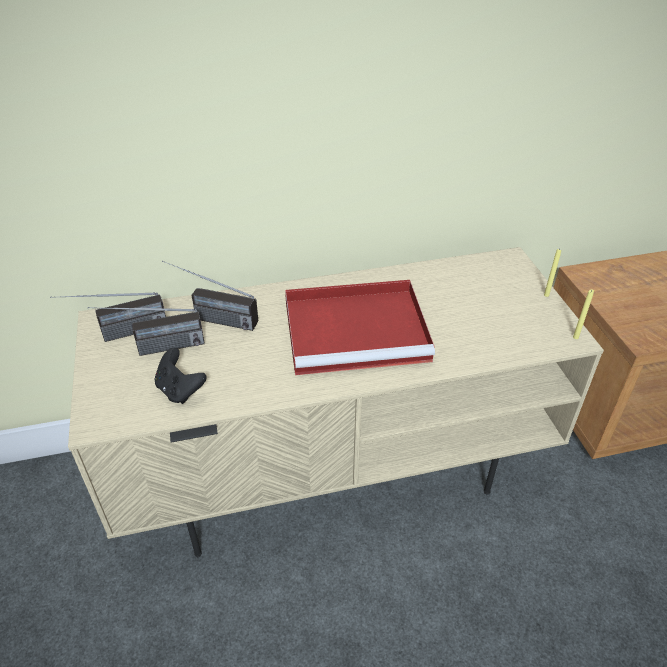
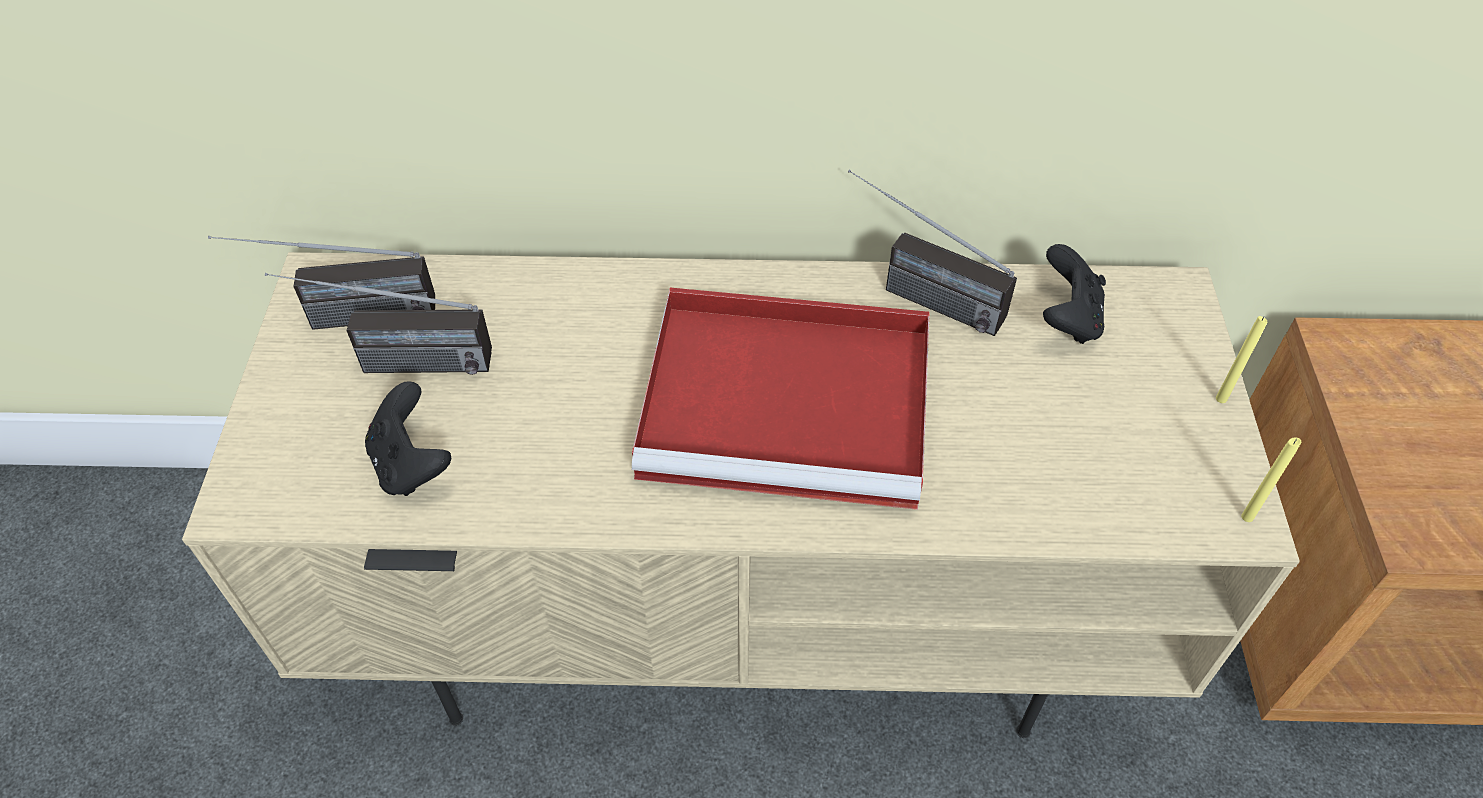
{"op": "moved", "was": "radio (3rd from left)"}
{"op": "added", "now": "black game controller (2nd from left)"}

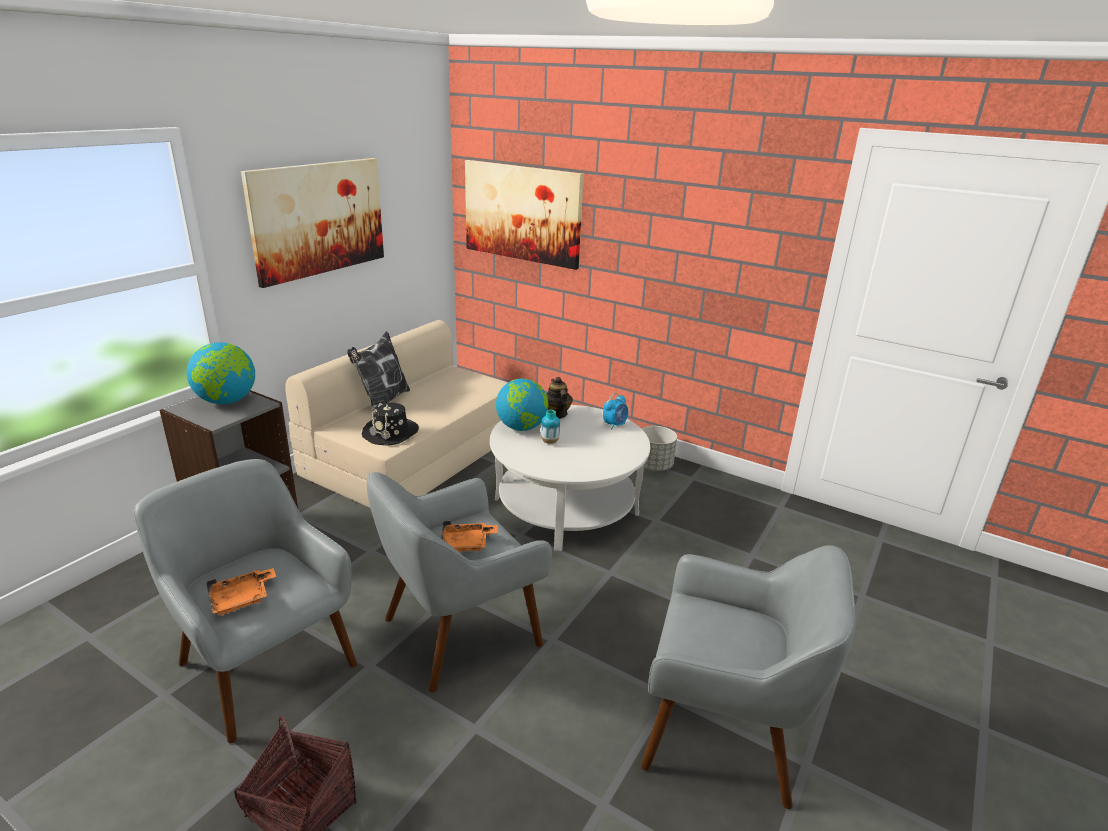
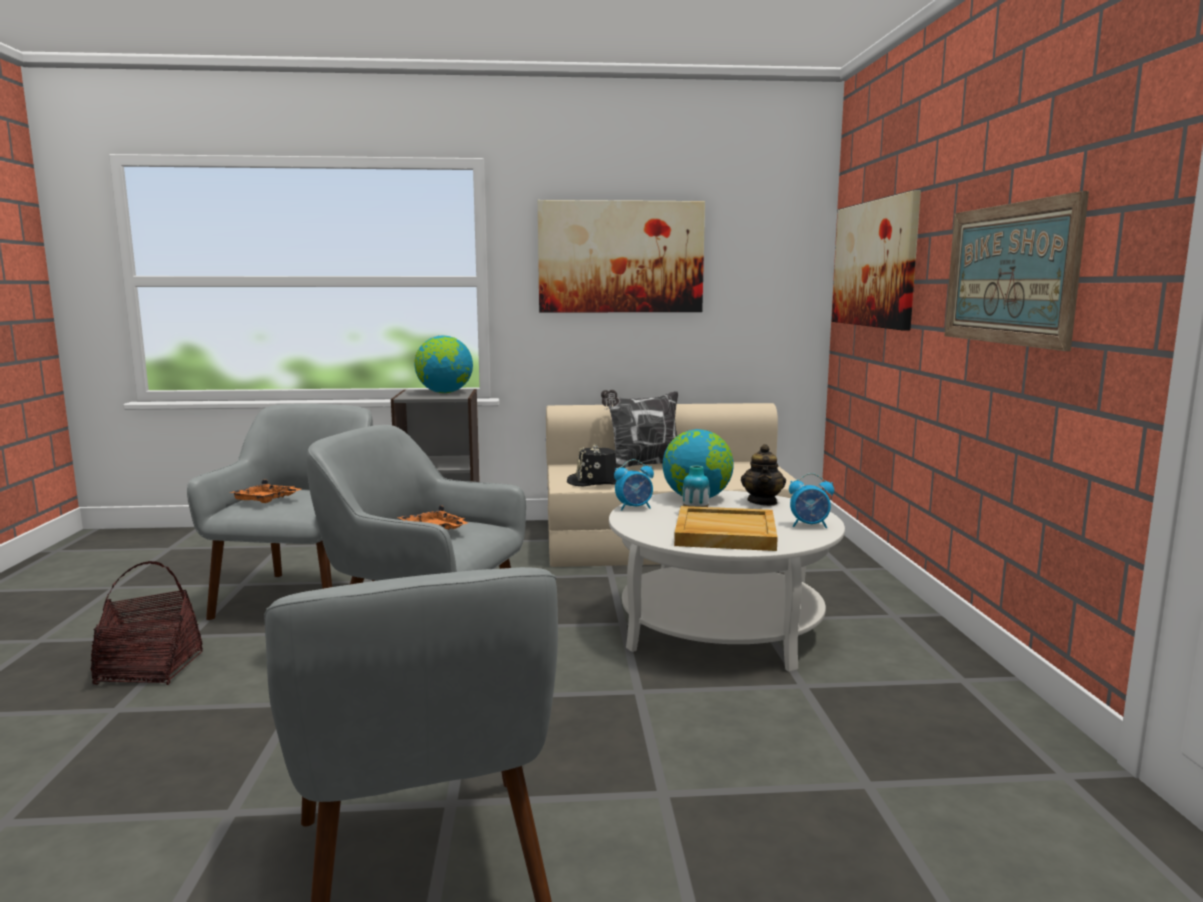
{"op": "turned", "was": "teapot", "clockwise": 150}
{"op": "removed", "was": "grey planter"}
{"op": "added", "now": "alarm clock (1st from left)"}
{"op": "added", "now": "beige tray"}
{"op": "added", "now": "picture (3rd from left)"}

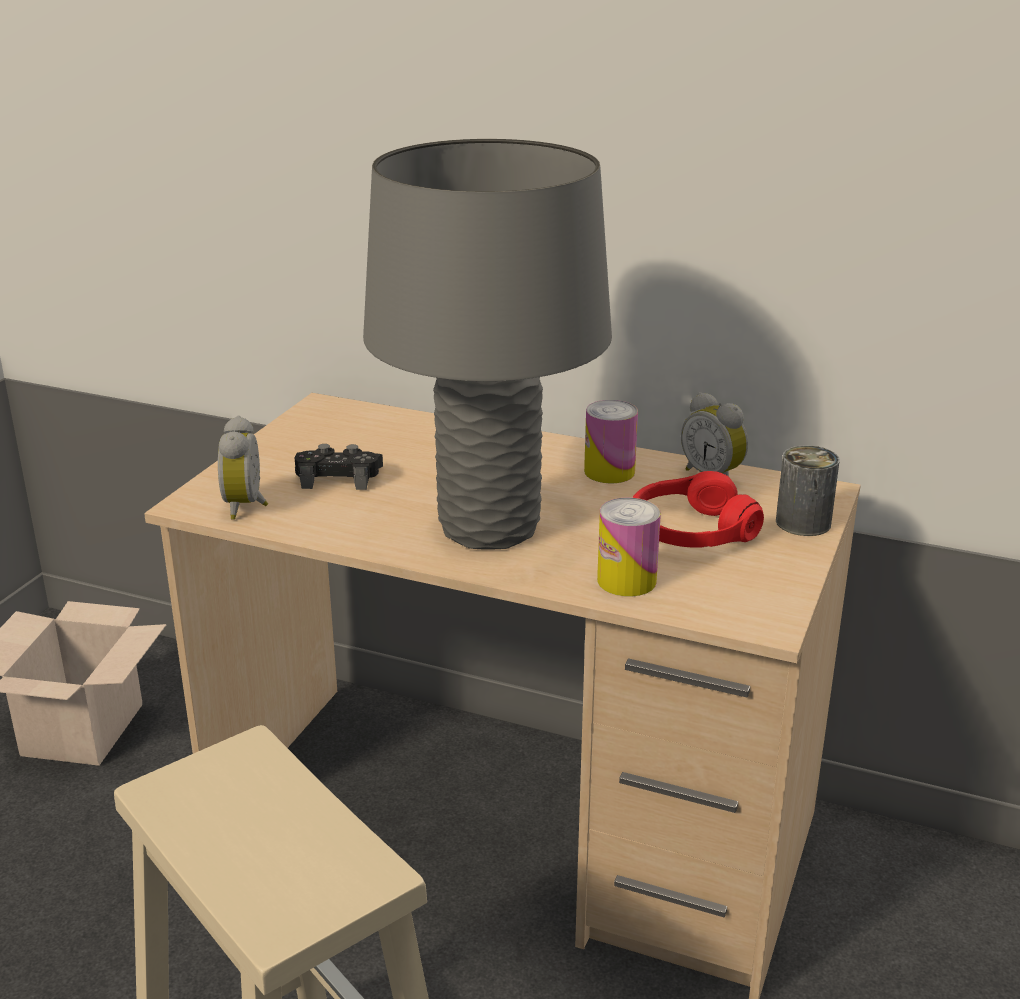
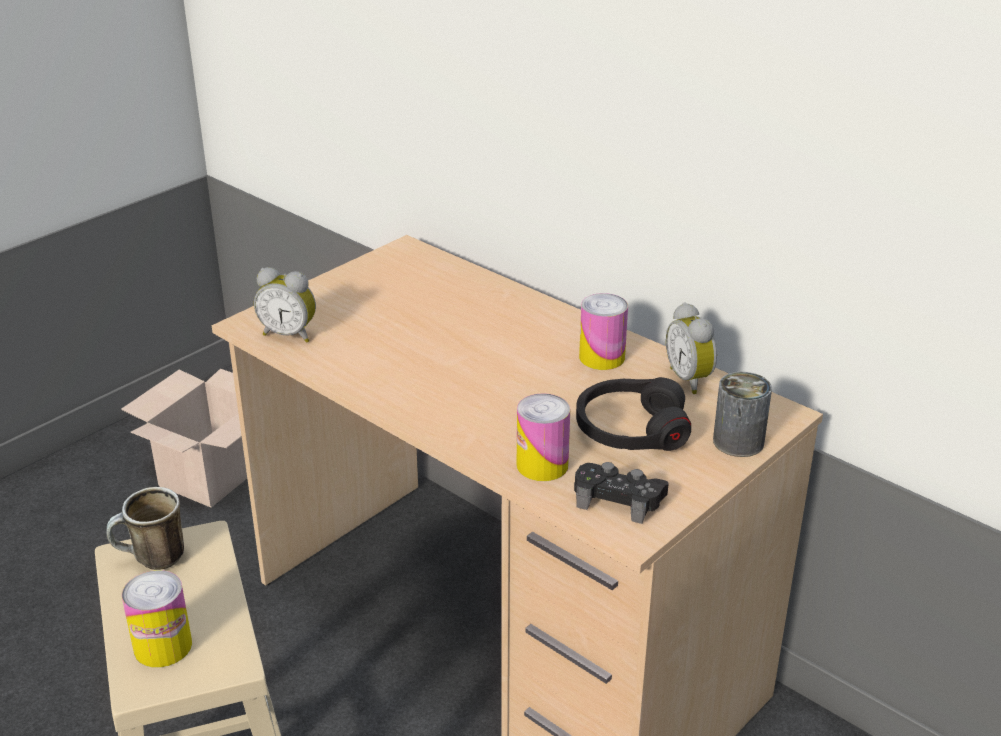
{"op": "turned", "was": "alarm clock (1st from left)", "clockwise": -90}
{"op": "moved", "was": "black game controller"}
{"op": "removed", "was": "grey table lamp"}
{"op": "recoloured", "was": "red headphones", "now": "black headphones"}
{"op": "added", "now": "mug"}
{"op": "added", "now": "can (1st from left)"}

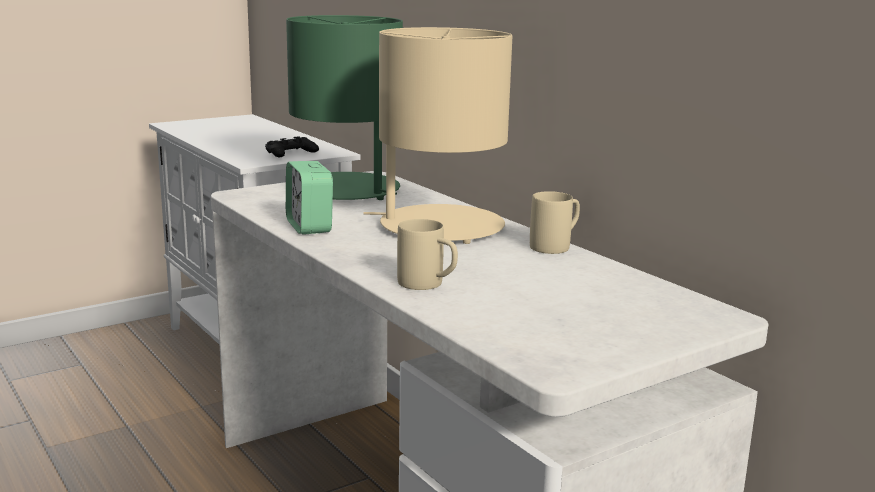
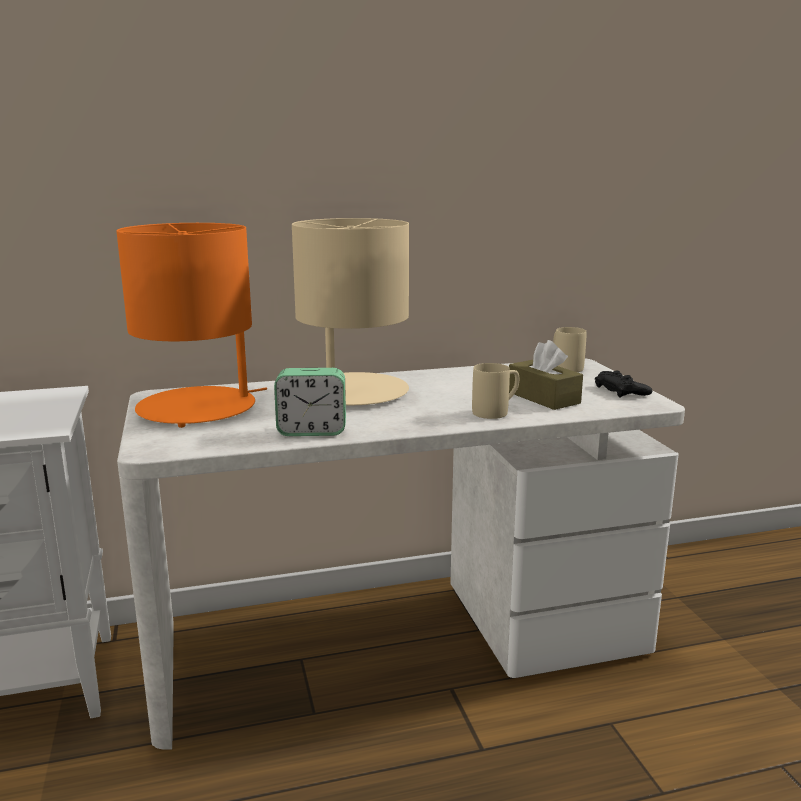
{"op": "moved", "was": "black game controller"}
{"op": "recoloured", "was": "green table lamp", "now": "orange table lamp"}
{"op": "moved", "was": "beige mug (2nd from left)"}
{"op": "added", "now": "brown tissue box"}

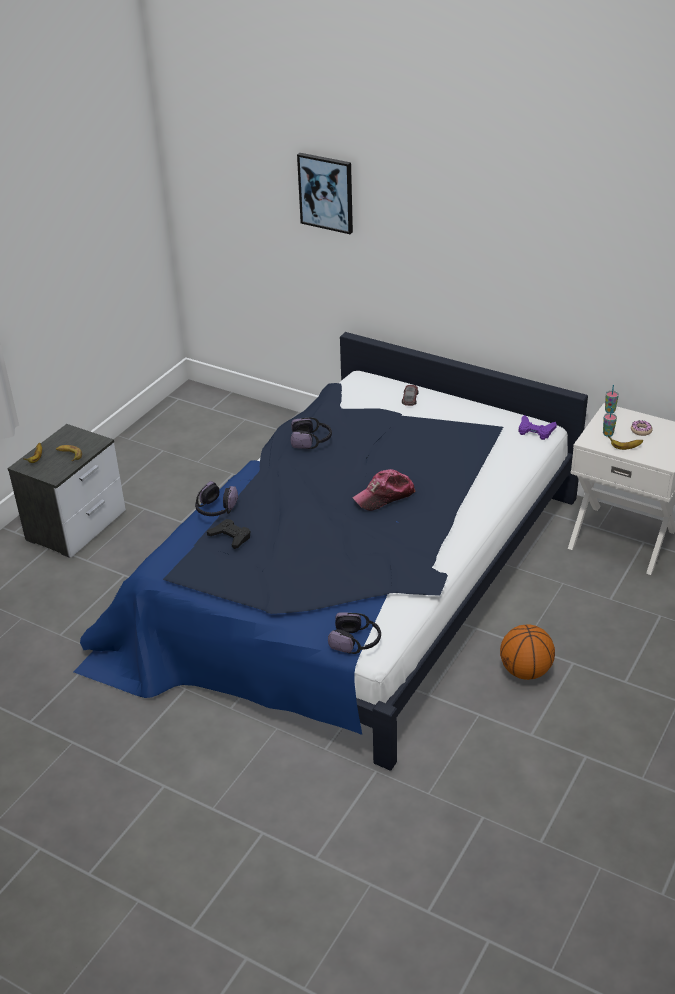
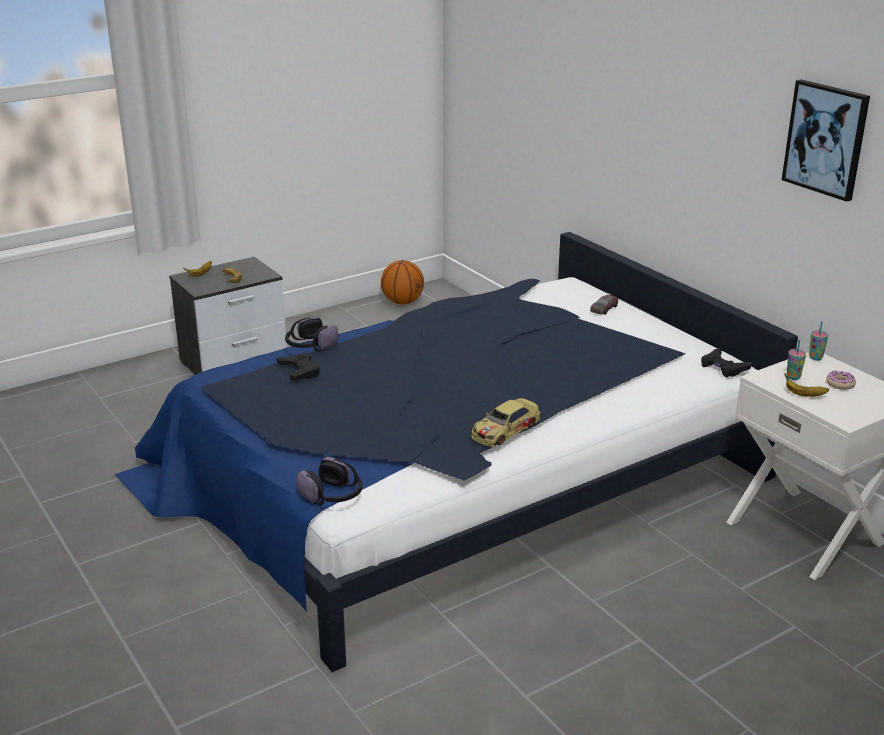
{"op": "removed", "was": "headphones (2nd from left)"}
{"op": "moved", "was": "picture"}
{"op": "removed", "was": "cap"}
{"op": "moved", "was": "basketball"}
{"op": "recoloured", "was": "purple game controller", "now": "black game controller (2nd from left)"}
{"op": "added", "now": "toy car (1st from left)"}

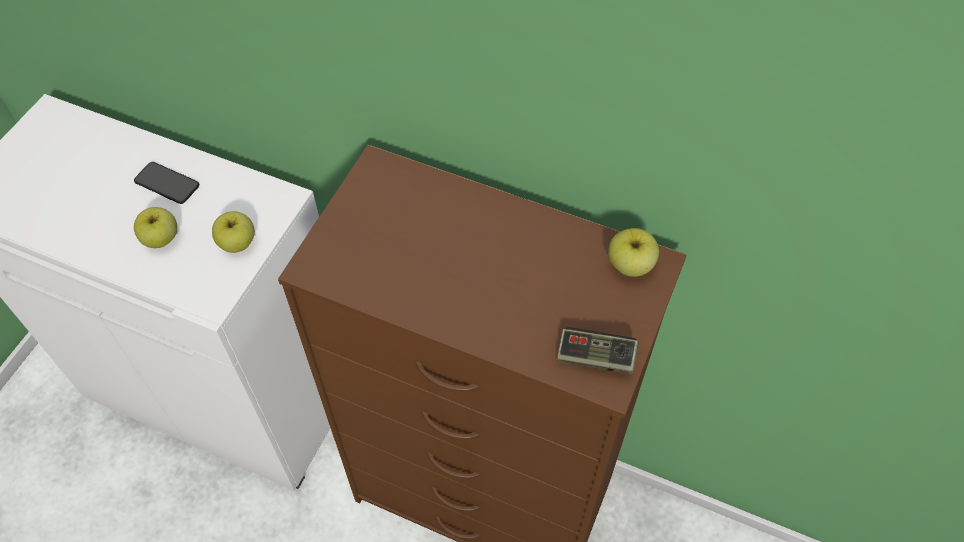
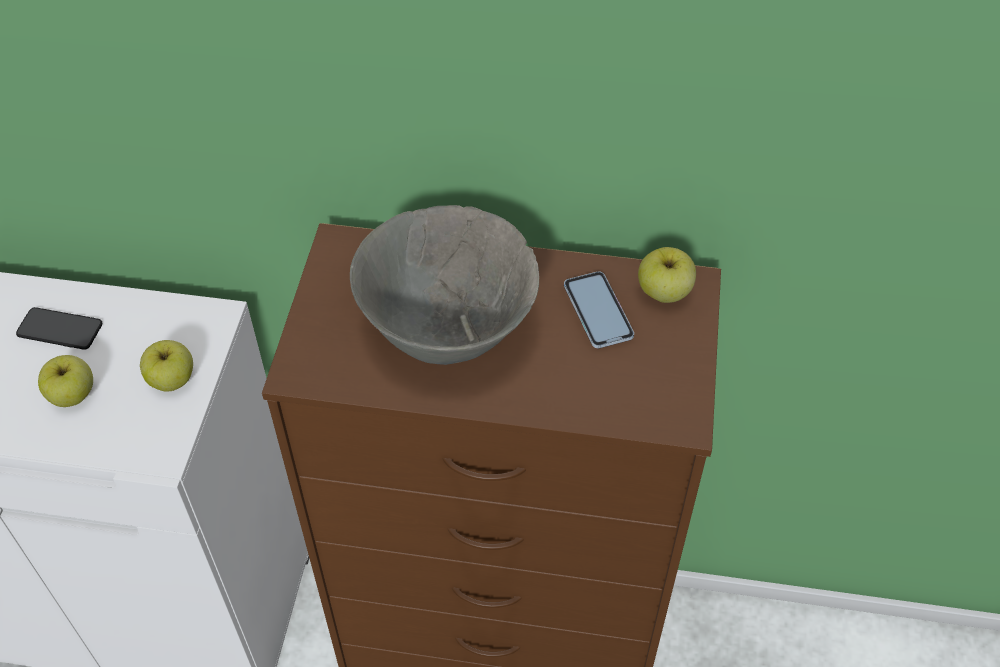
{"op": "removed", "was": "game controller"}
{"op": "added", "now": "grey bowl"}
{"op": "added", "now": "phone (2nd from left)"}

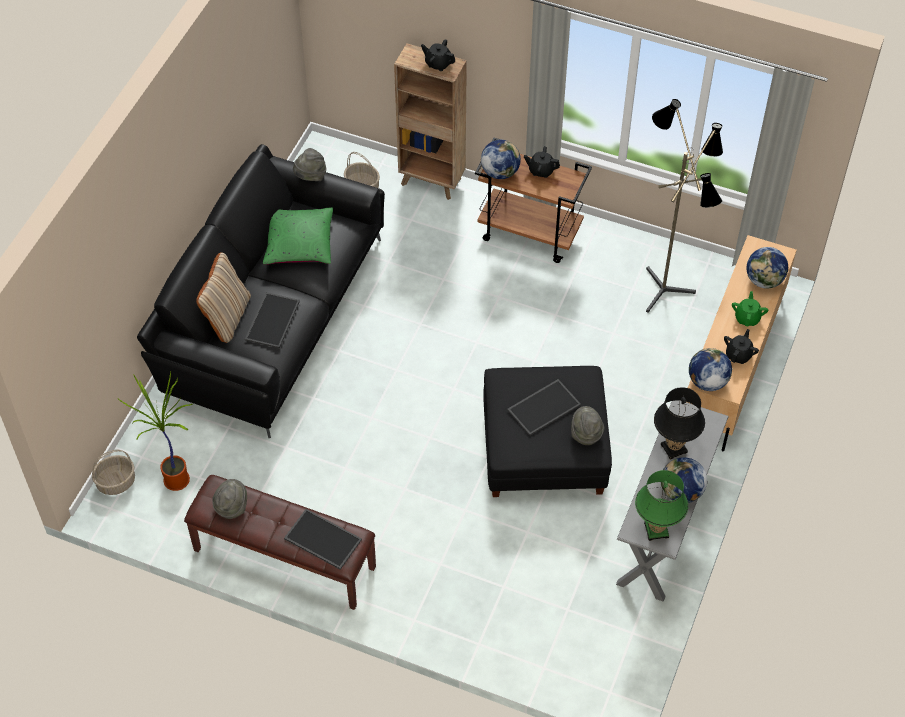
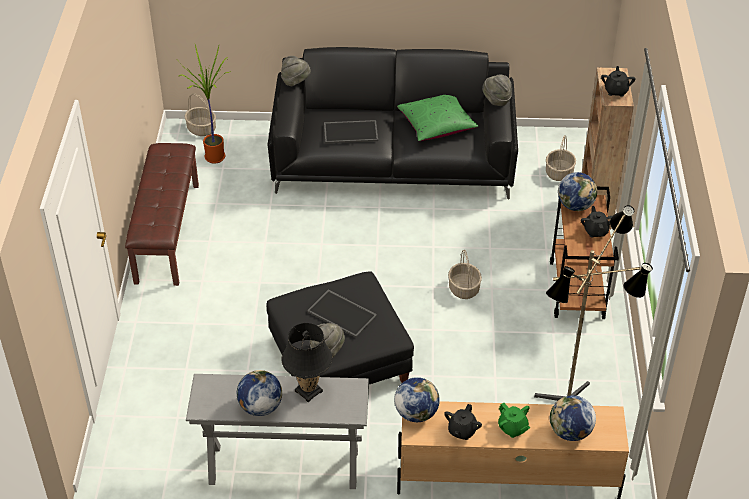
{"op": "removed", "was": "beige pillow"}
{"op": "moved", "was": "grey hat (1st from left)"}
{"op": "removed", "was": "tray (2nd from left)"}
{"op": "removed", "was": "green table lamp"}
{"op": "turned", "was": "black teapot (3rd from left in the first image)", "clockwise": 105}
{"op": "turned", "was": "green teapot", "clockwise": 60}
{"op": "added", "now": "basket (2nd from left)"}

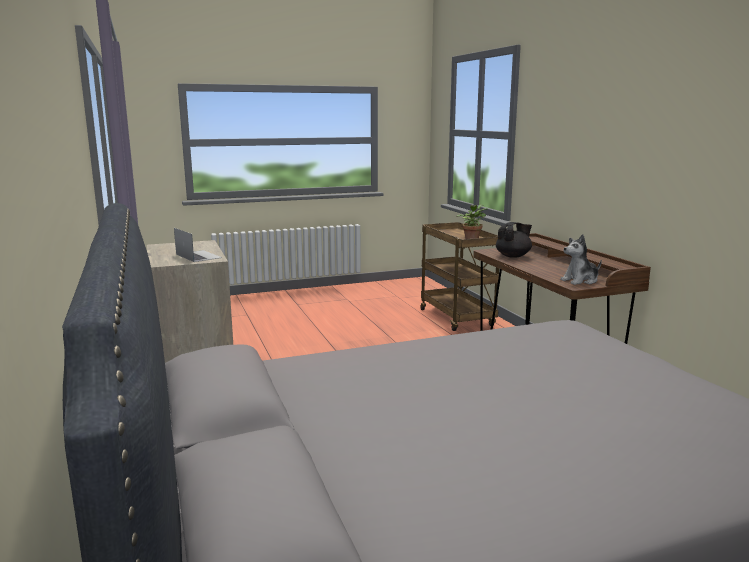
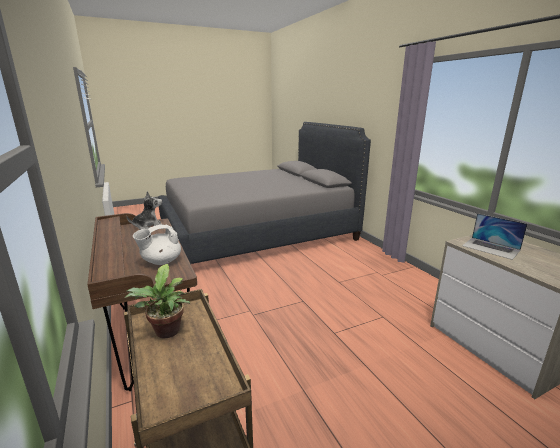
{"op": "recoloured", "was": "black teapot", "now": "white teapot"}

